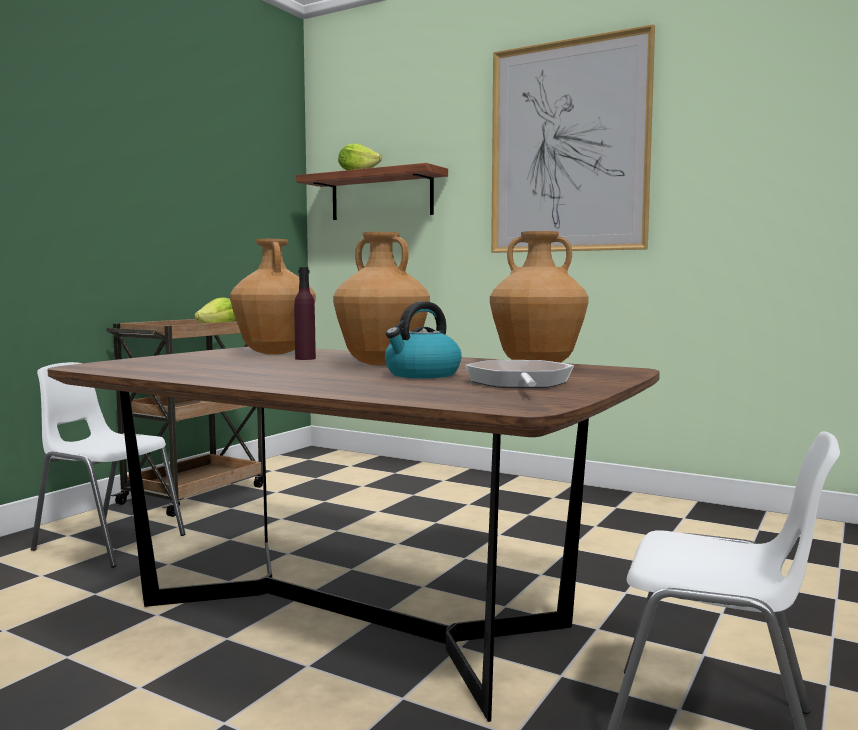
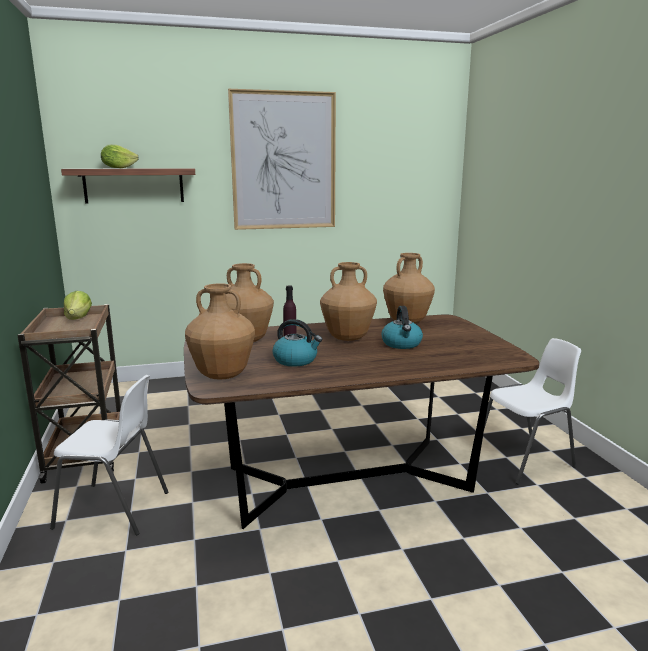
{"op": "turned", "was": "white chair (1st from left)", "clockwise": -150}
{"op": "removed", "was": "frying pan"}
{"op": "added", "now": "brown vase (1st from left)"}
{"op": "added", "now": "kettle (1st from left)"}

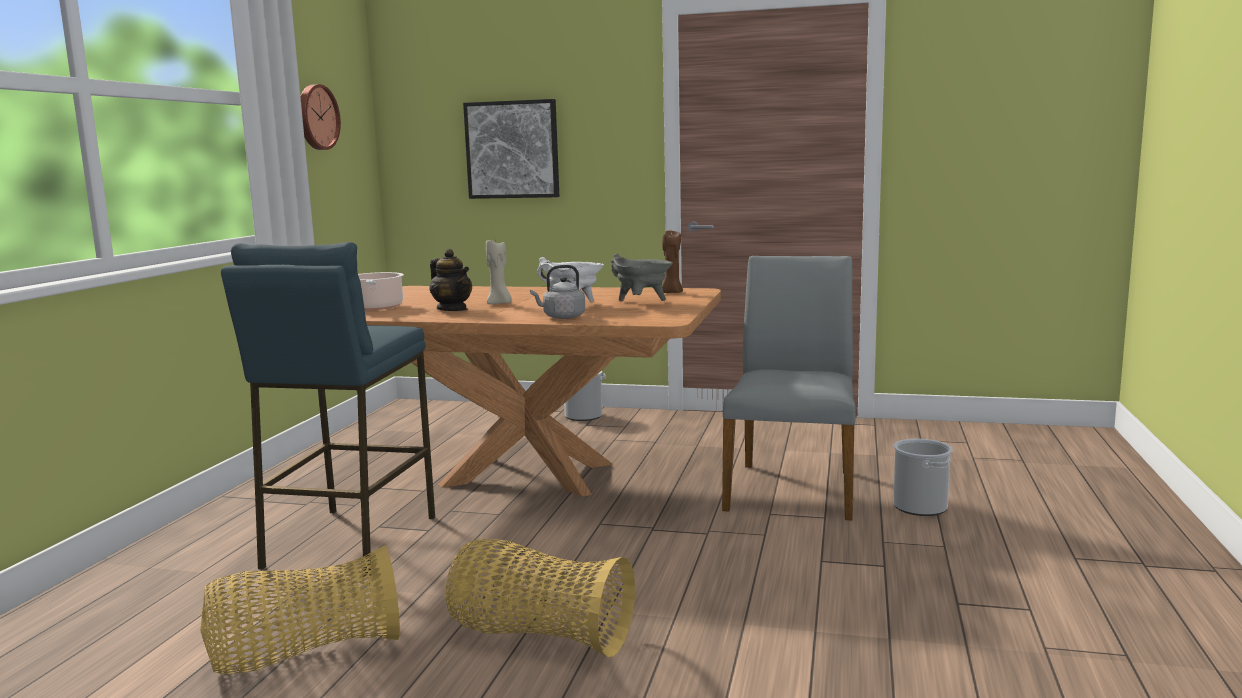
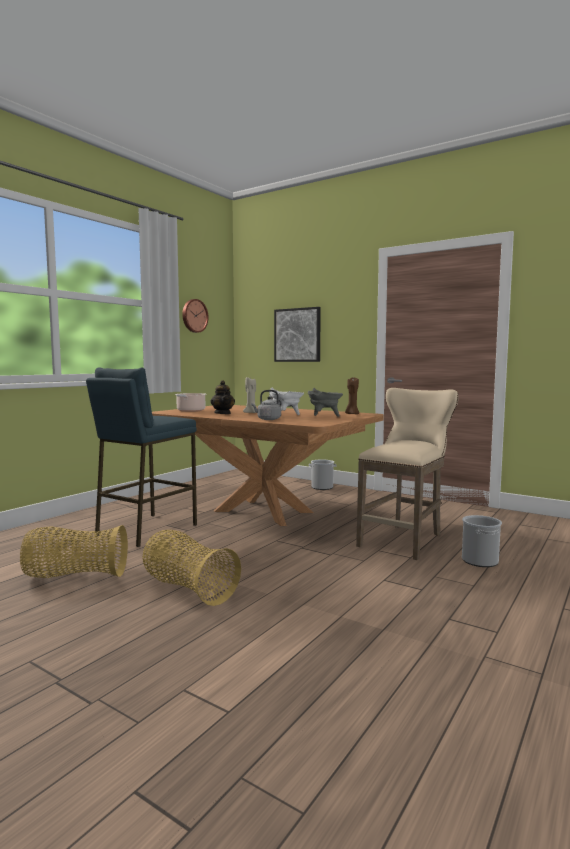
{"op": "replaced", "was": "grey chair", "now": "beige stool"}

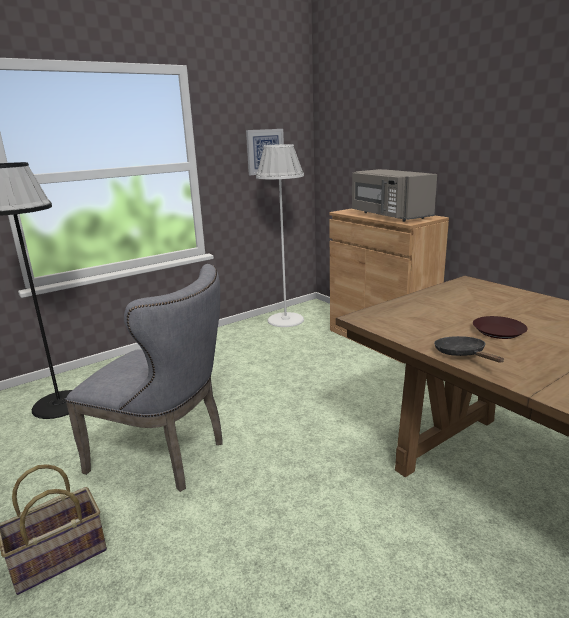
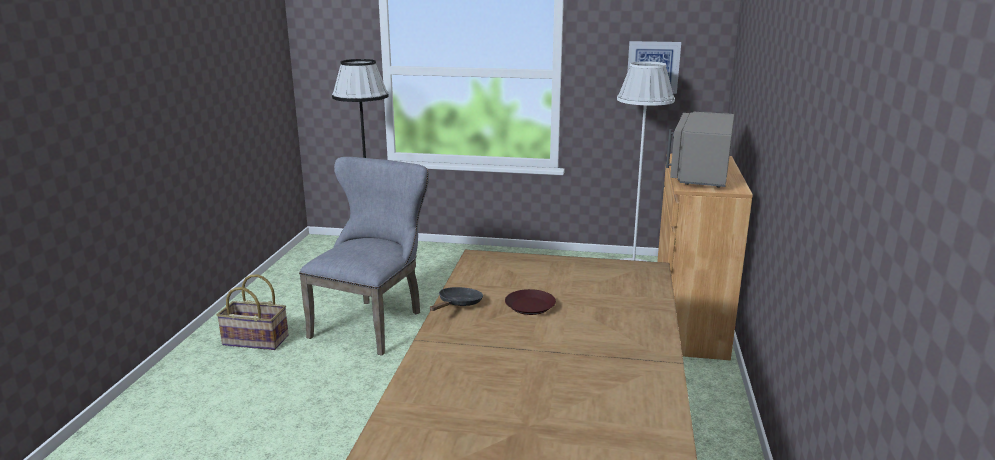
{"op": "turned", "was": "grey chair", "clockwise": -135}

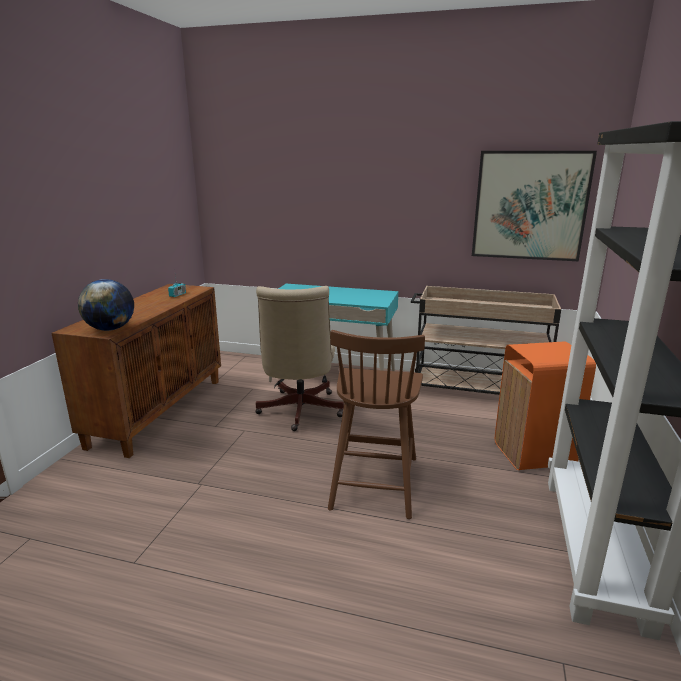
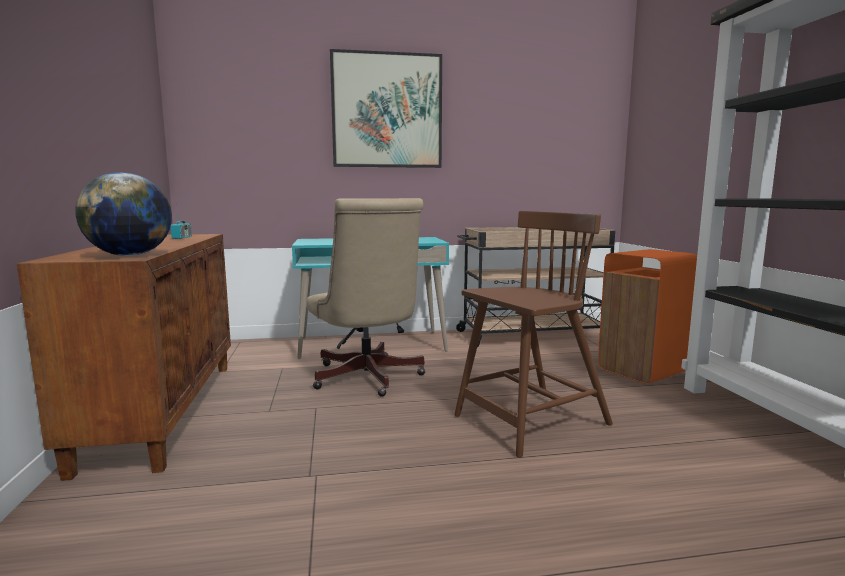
{"op": "turned", "was": "brown chair", "clockwise": -105}
{"op": "moved", "was": "picture"}

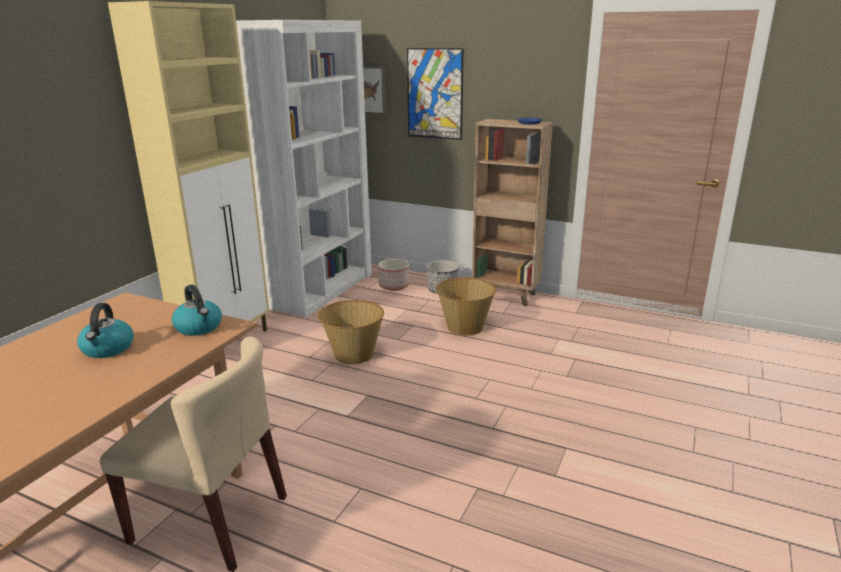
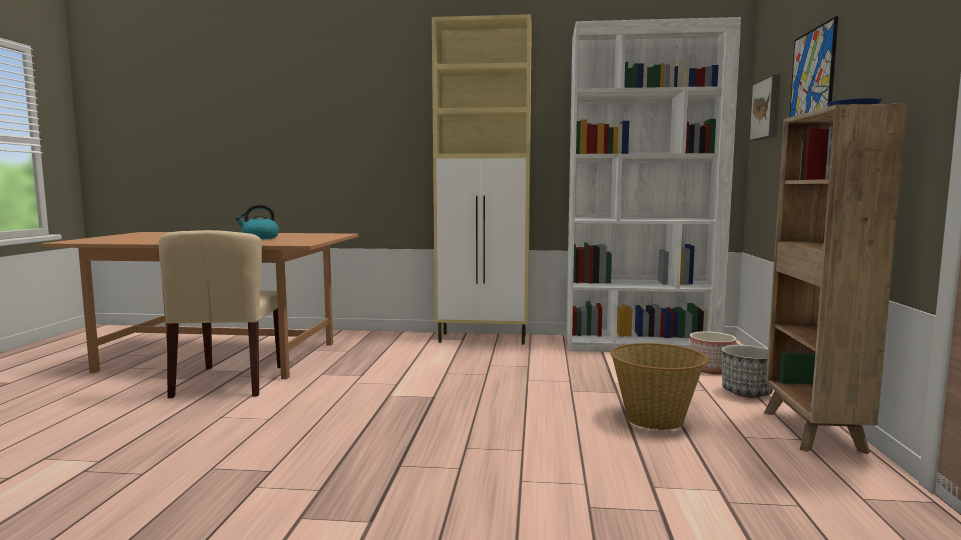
{"op": "removed", "was": "kettle (2nd from left)"}
{"op": "removed", "was": "basket (1st from left)"}

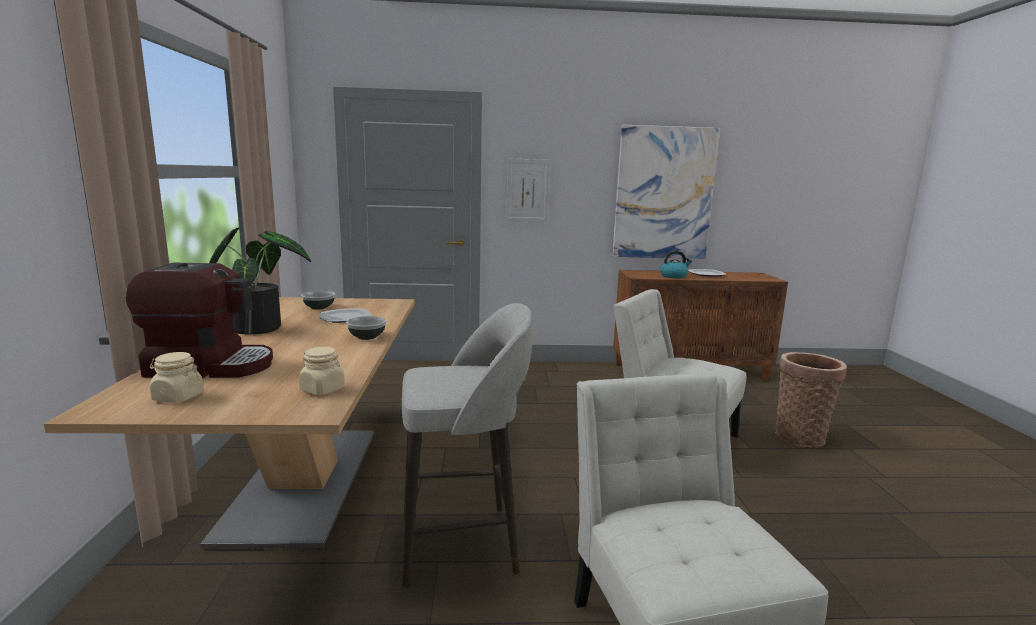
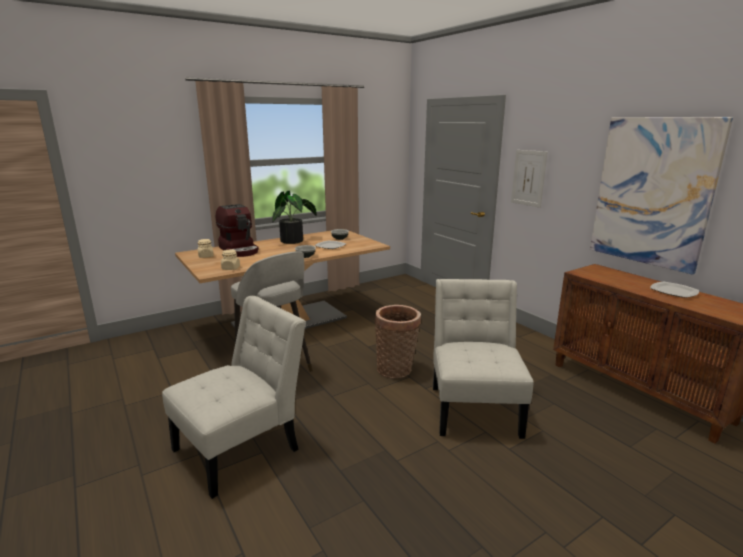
{"op": "removed", "was": "kettle"}
{"op": "moved", "was": "basket"}

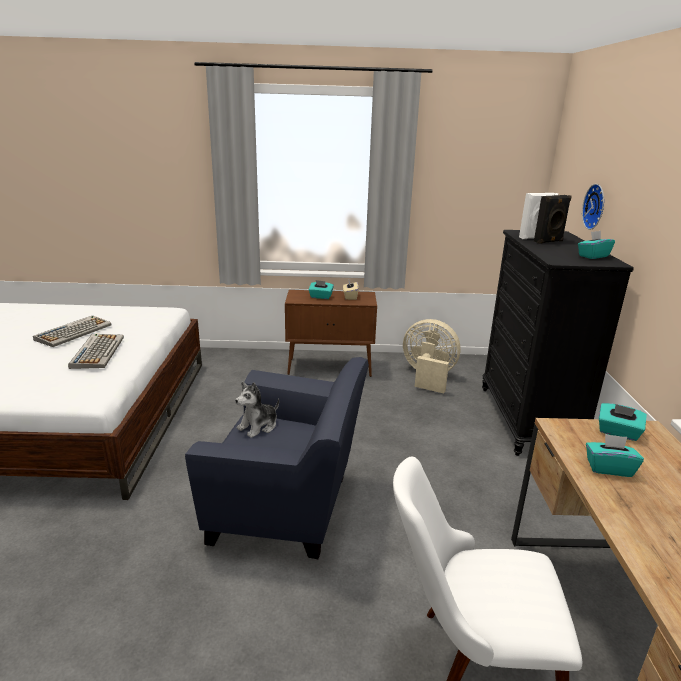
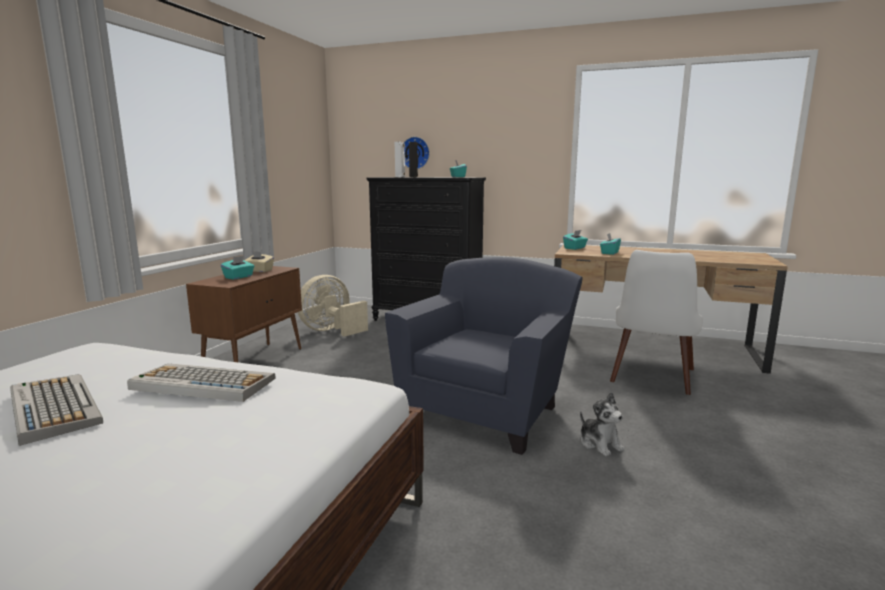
{"op": "moved", "was": "plush toy"}

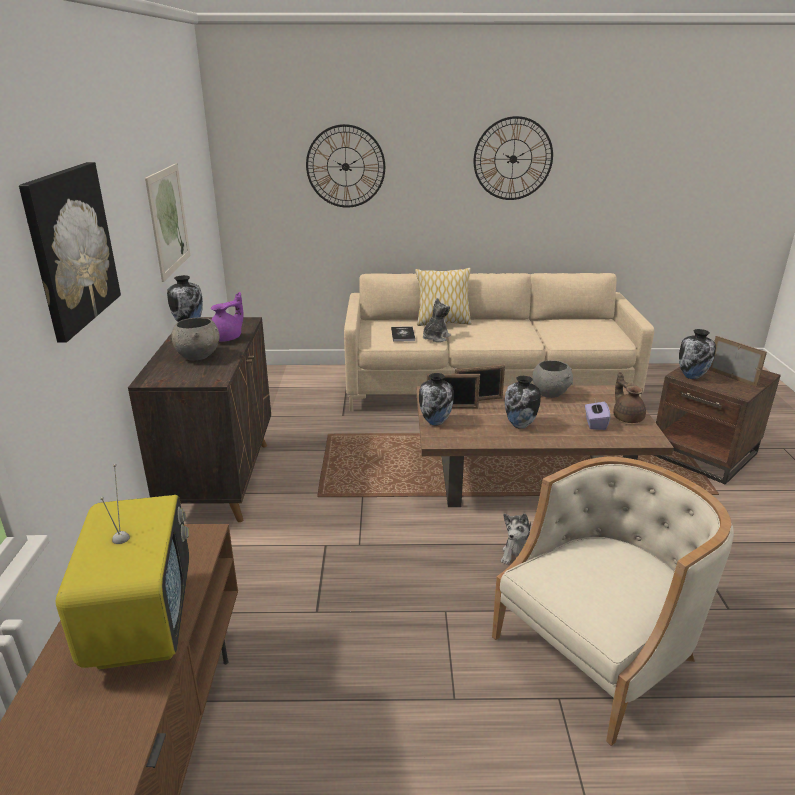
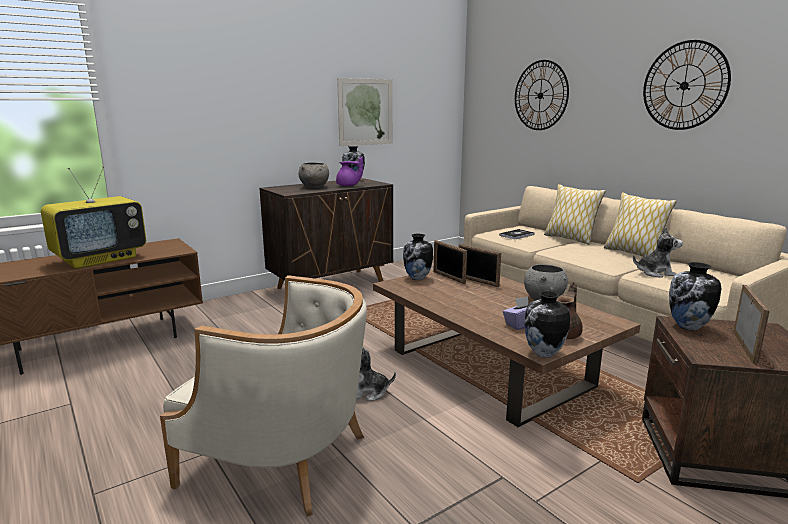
{"op": "removed", "was": "picture (1st from left)"}
{"op": "moved", "was": "plush toy (1st from left in the first image)", "now": "plush toy (2nd from left)"}
{"op": "moved", "was": "vase (3rd from left)"}
{"op": "added", "now": "pillow (2nd from left)"}

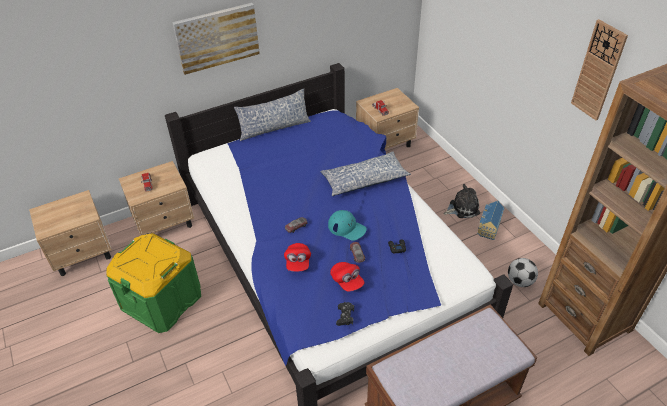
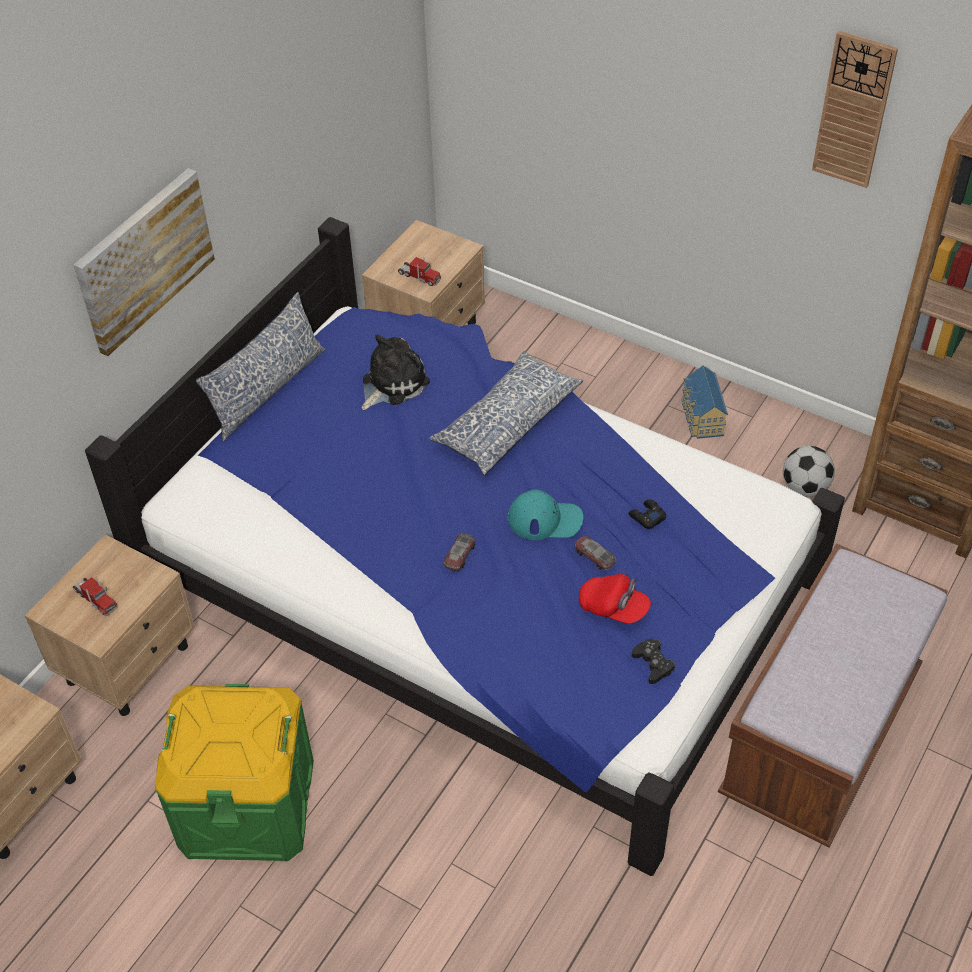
{"op": "removed", "was": "red cap (1st from left)"}
{"op": "moved", "was": "plush toy"}

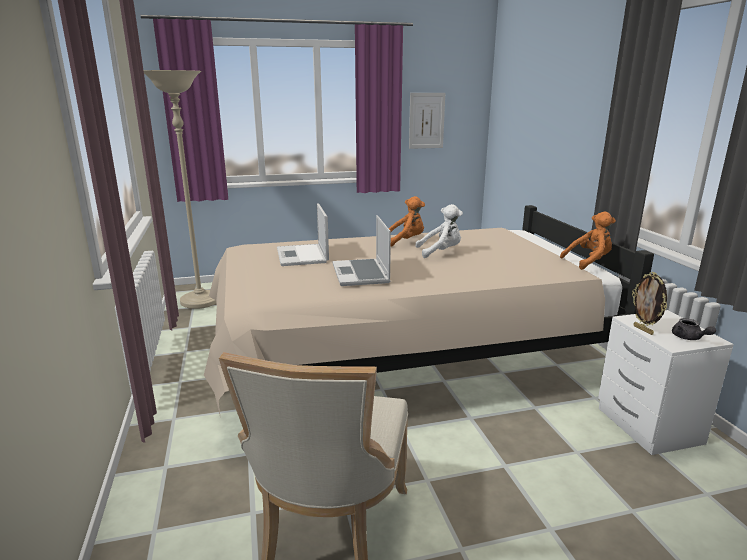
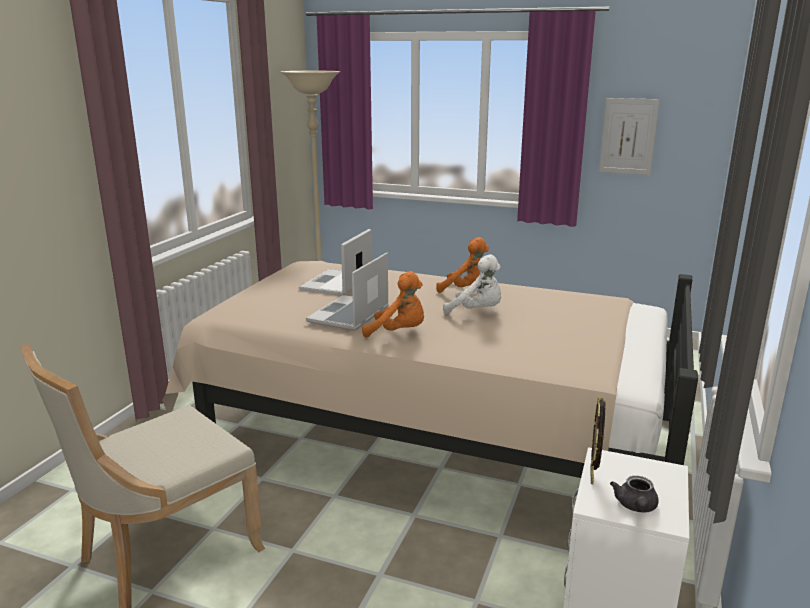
{"op": "moved", "was": "orange plush toy (2nd from left in the first image)", "now": "orange plush toy (1st from left)"}

